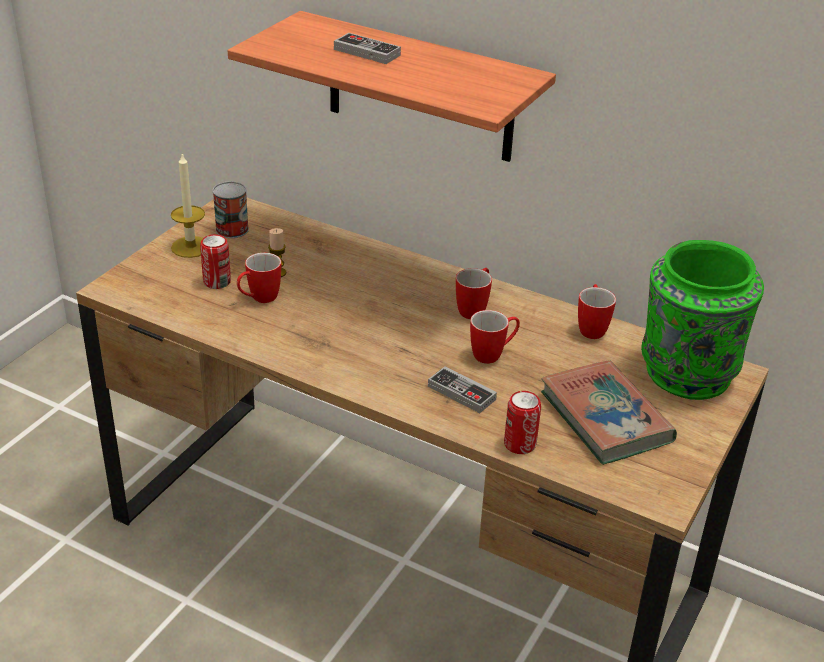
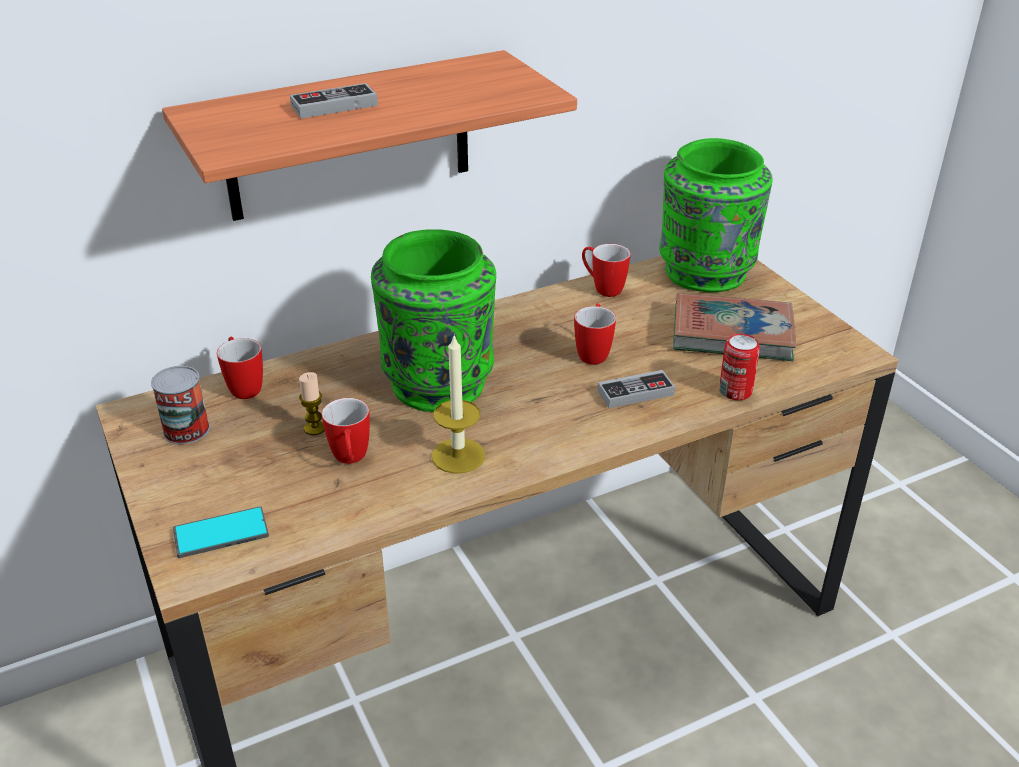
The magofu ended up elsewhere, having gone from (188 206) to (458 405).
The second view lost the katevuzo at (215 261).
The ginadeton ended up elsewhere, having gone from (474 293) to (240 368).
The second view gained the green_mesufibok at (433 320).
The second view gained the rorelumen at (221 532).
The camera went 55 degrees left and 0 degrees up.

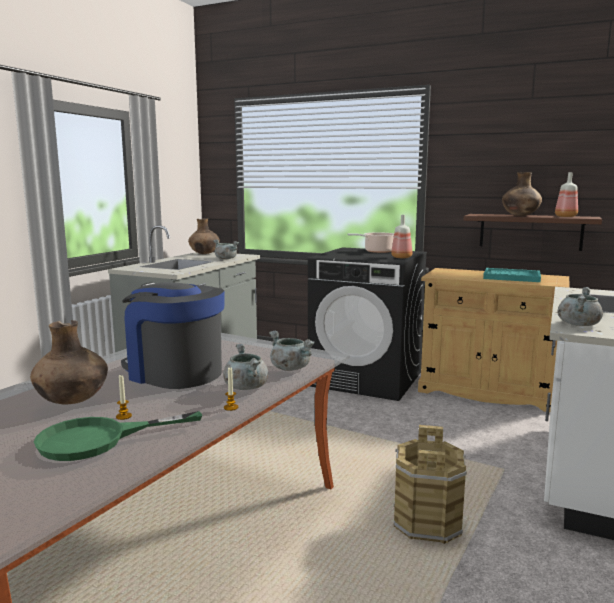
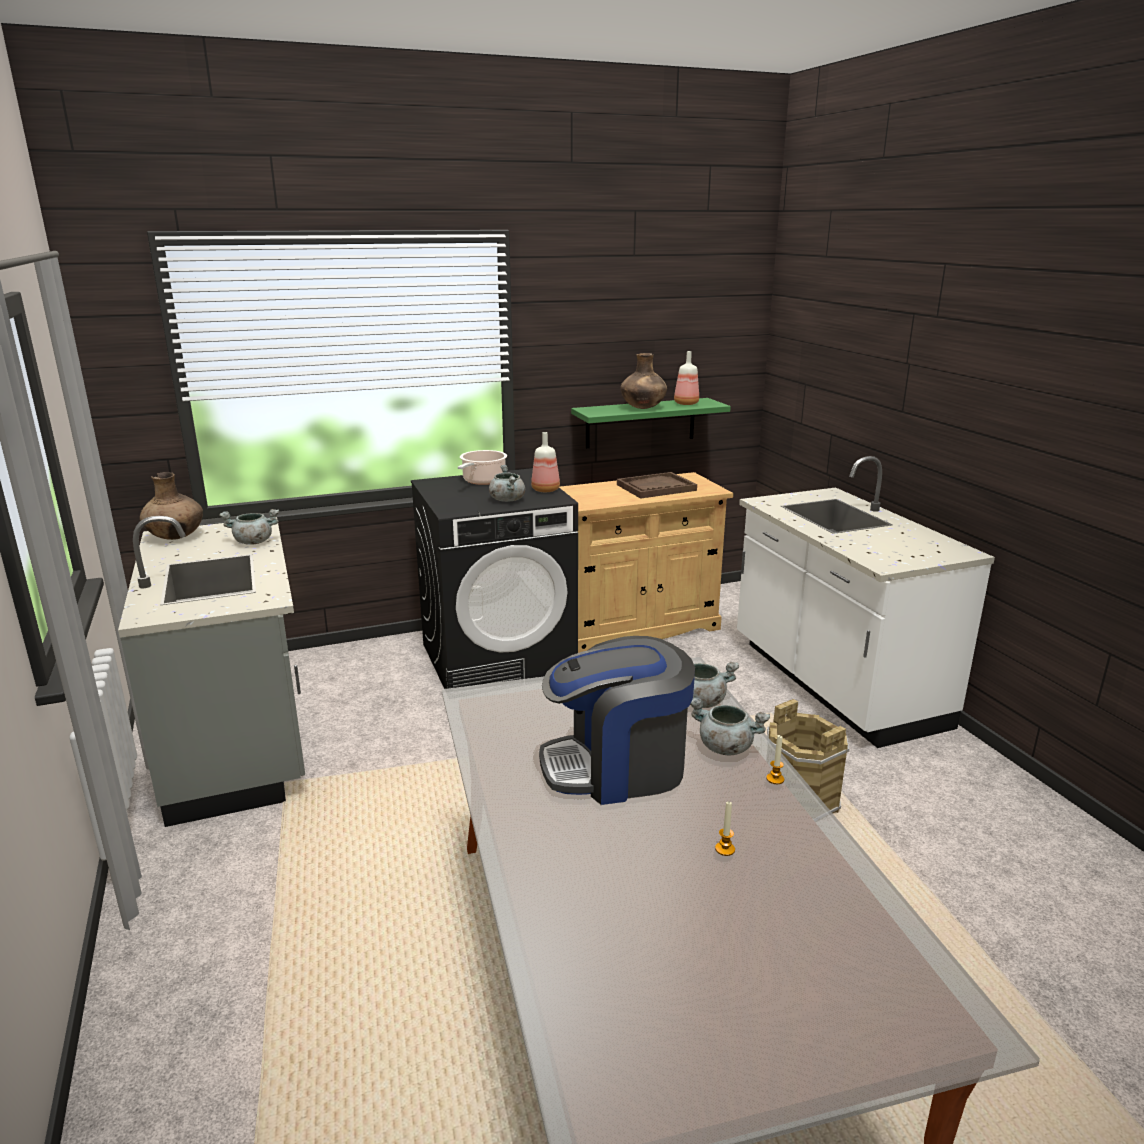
What was the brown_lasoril at (533 232) turned into the green_lasoril at (651 423).
What was the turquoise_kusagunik at (512 275) turned into the brown_kusagunik at (657 485).
The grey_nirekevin ended up elsewhere, having gone from (580 306) to (507 483).
The second view lost the brown_mesufibok at (69 362).
The second view lost the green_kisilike at (118 436).
The camera went 45 degrees left and 10 degrees up.

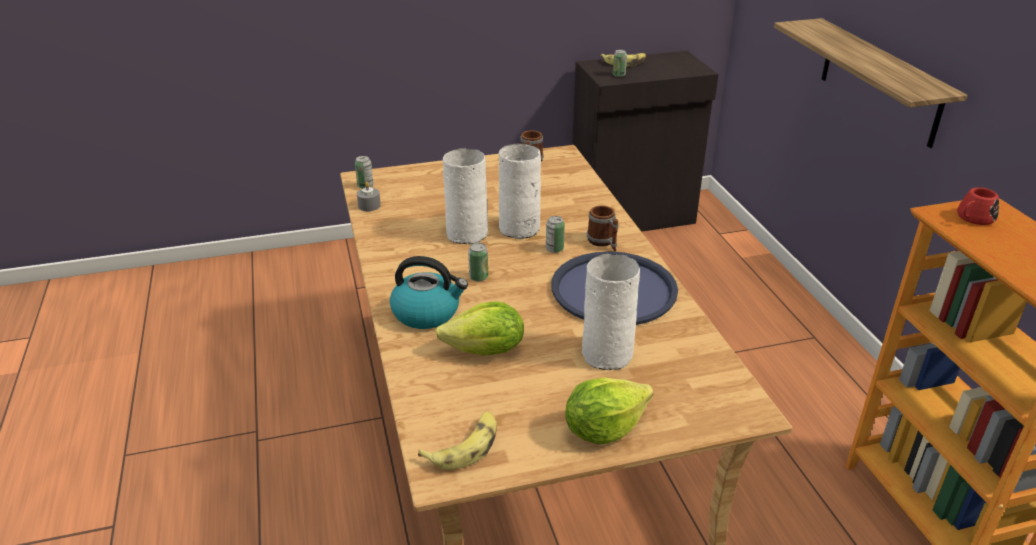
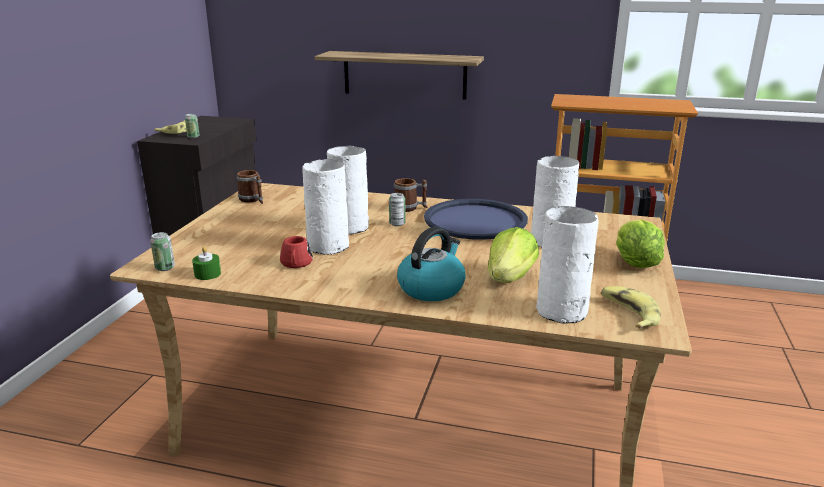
What was the grey_magofu at (369 196) turned into the green_magofu at (206 263).
The red_ginadeton ended up elsewhere, having gone from (978 206) to (296 252).
The second view lost the katevuzo at (478 262).
The second view gained the white_mesufibok at (567 265).
The camera went 60 degrees left and 10 degrees down.

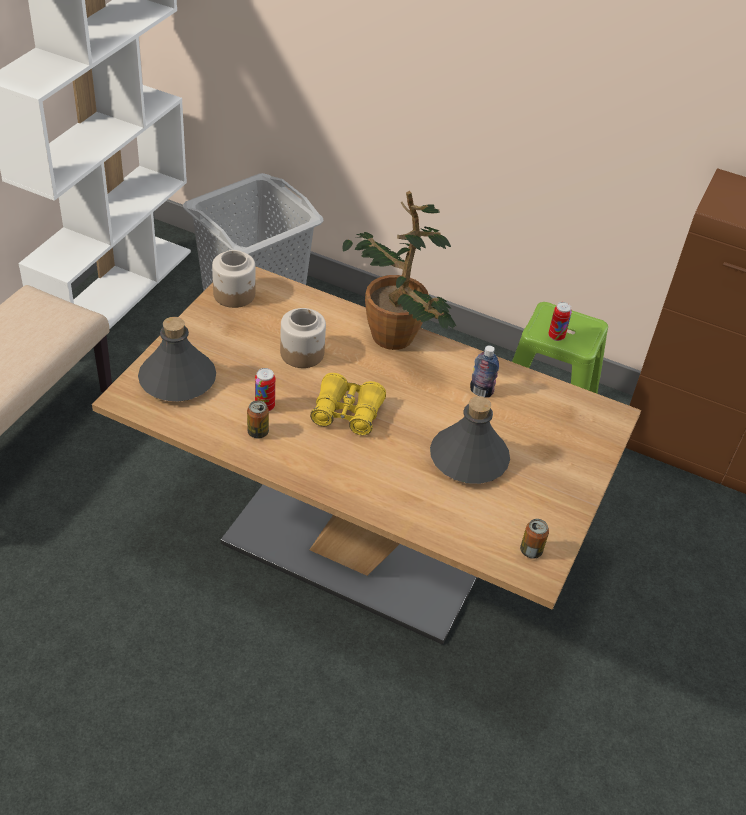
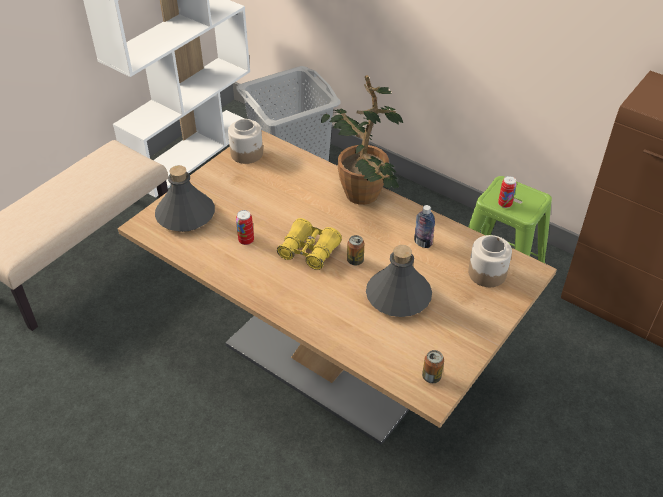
The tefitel ended up elsewhere, having gone from (303 338) to (490 261).
The katevuzo ended up elsewhere, having gone from (258 419) to (355 250).
The camera went 15 degrees right and 0 degrees up.

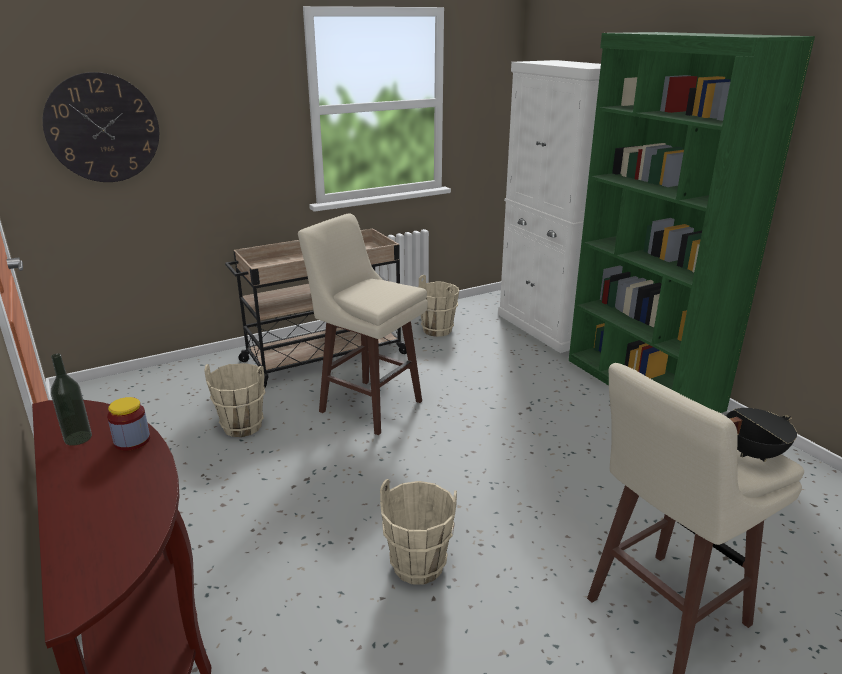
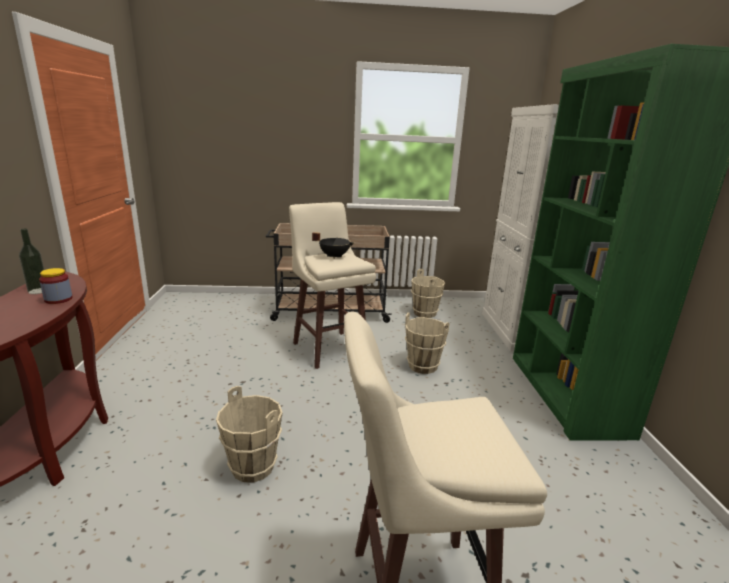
The second view lost the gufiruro at (101 127).
The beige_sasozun ended up elsewhere, having gone from (234 400) to (427 343).
The black_nirekevin ended up elsewhere, having gone from (761 435) to (333 245).
The camera went 25 degrees right and 5 degrees down.

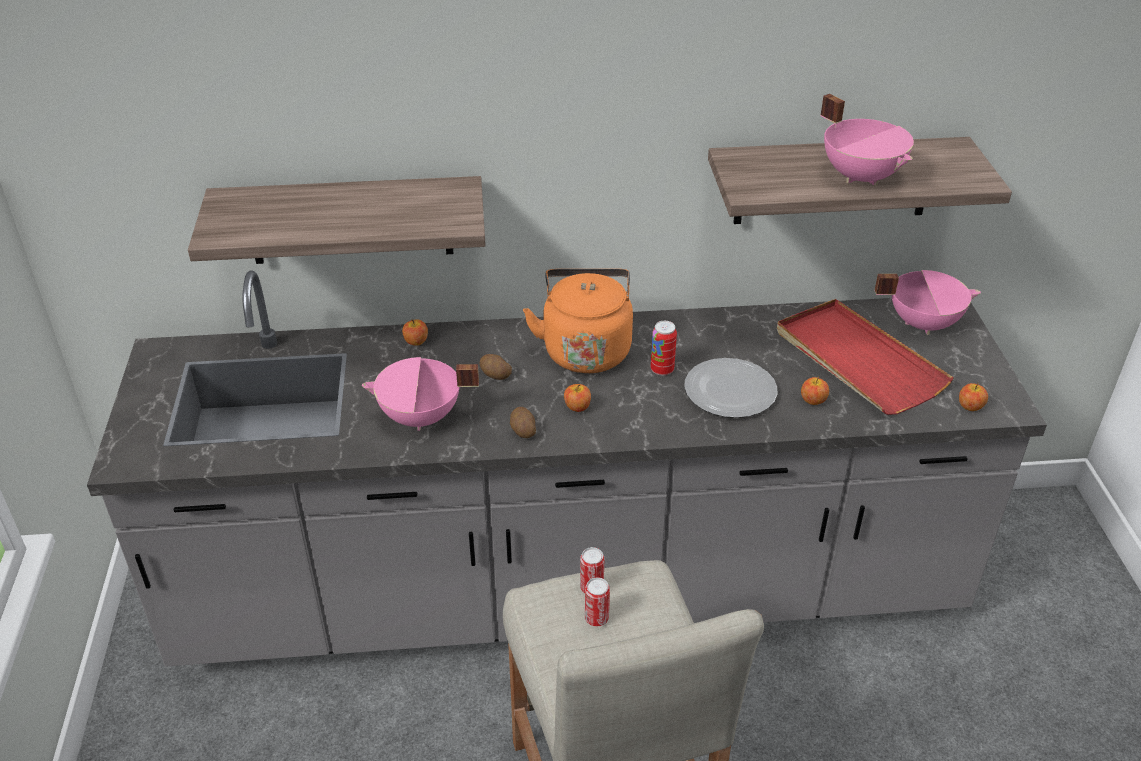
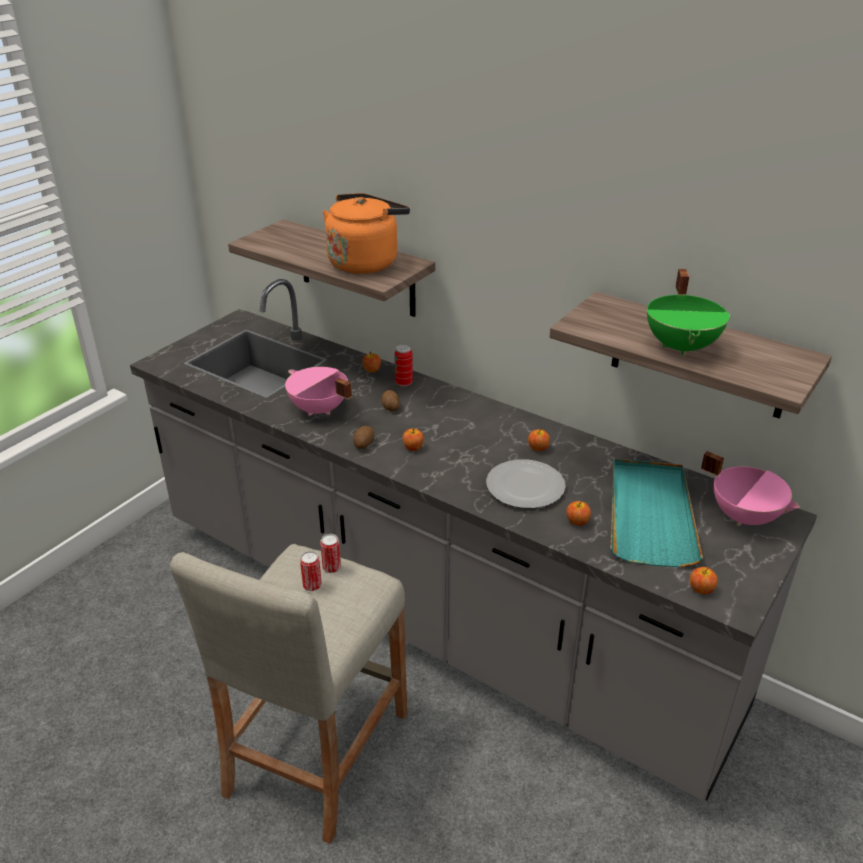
What was the pink_nirekevin at (867 140) turned into the green_nirekevin at (688 312).
The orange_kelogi ended up elsewhere, having gone from (578 321) to (366 233).
What was the red_kusagunik at (865 357) turned into the turquoise_kusagunik at (657 513).
The katevuzo ended up elsewhere, having gone from (664 348) to (404 365).
The second view gained the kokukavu at (539 439).
The camera went 40 degrees right and 5 degrees down.

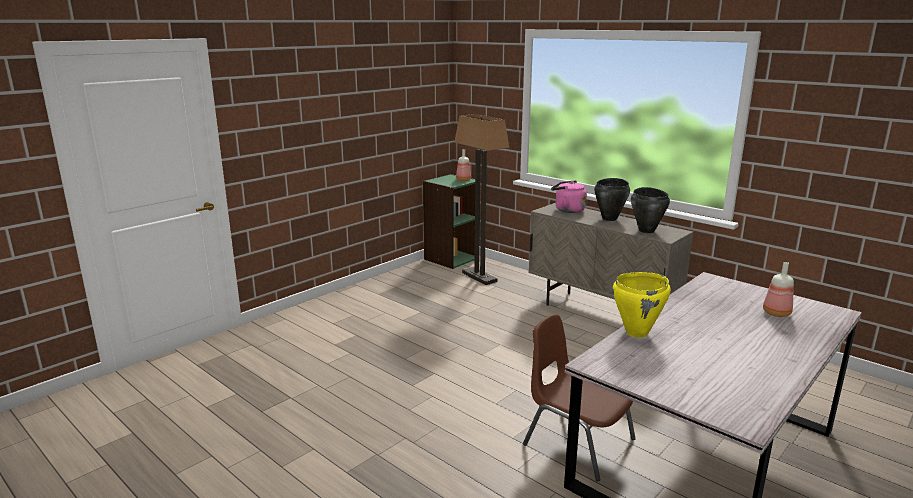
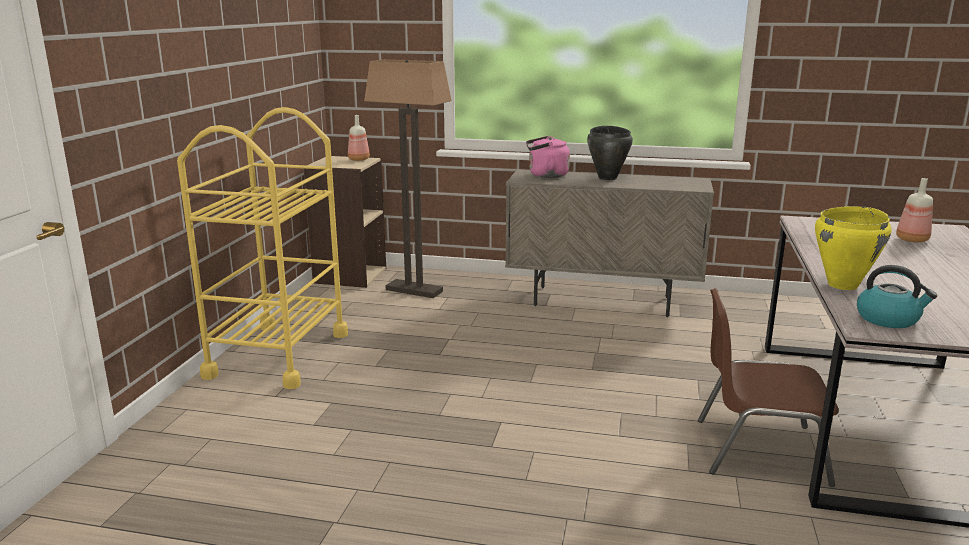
What was the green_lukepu at (451 221) turned into the beige_lukepu at (344 221).
The second view lost the black_nirekevin at (650 210).
The second view gained the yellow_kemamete at (262 248).
The second view gained the kelogi at (897 296).
The camera went 30 degrees left and 0 degrees up.

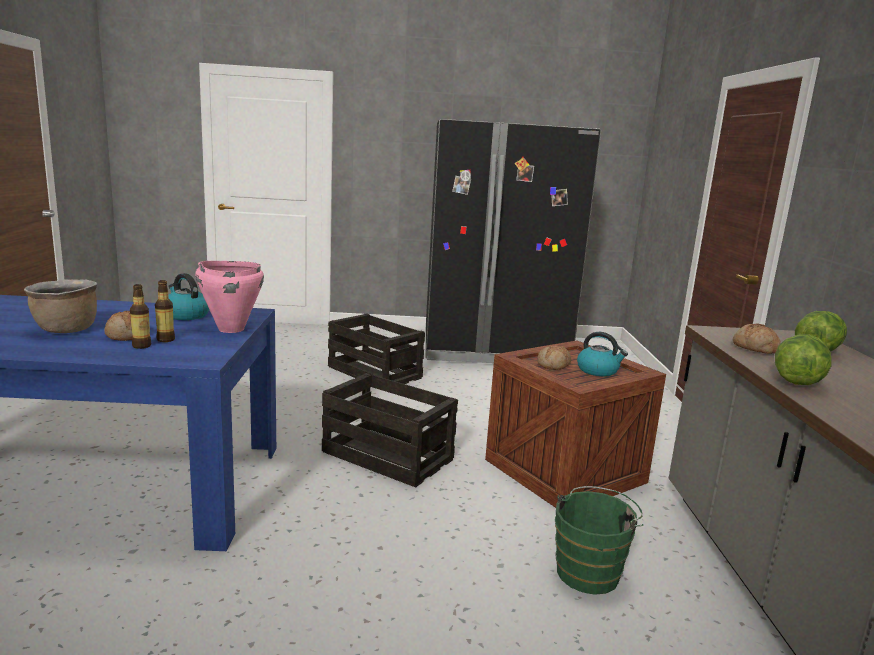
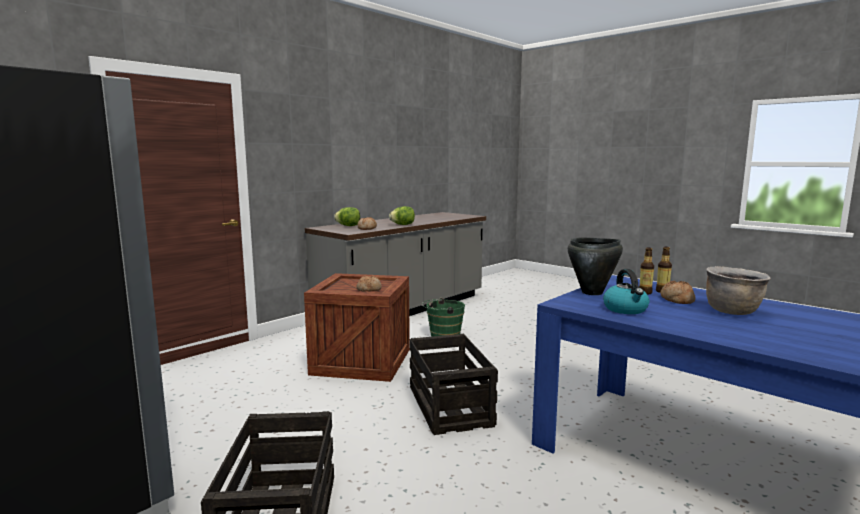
What was the pink_nirekevin at (229 297) turned into the black_nirekevin at (595 266).
The second view lost the kelogi at (602 354).
The camera went 135 degrees left and 5 degrees down.

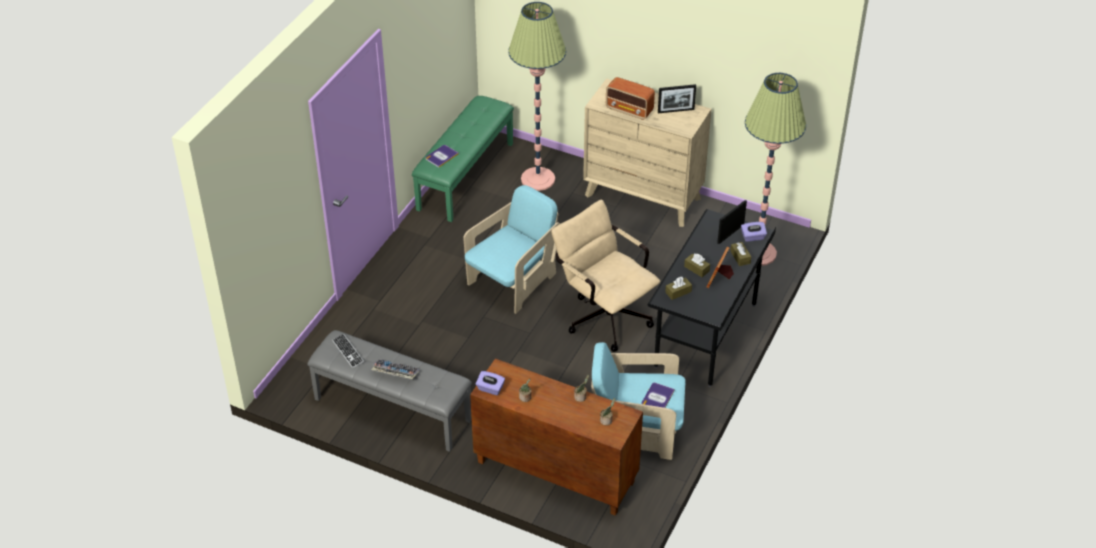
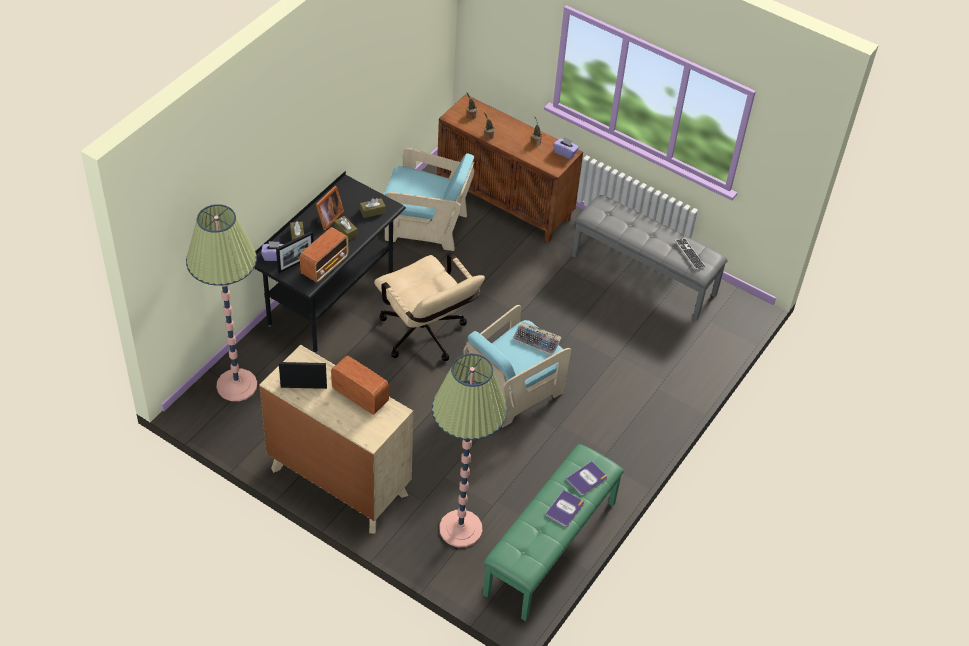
The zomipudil ended up elsewhere, having gone from (395 369) to (537 338).
The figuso ended up elsewhere, having gone from (658 395) to (564 508).
The second view gained the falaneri at (324 254).
The camera went 175 degrees left and 5 degrees up.

